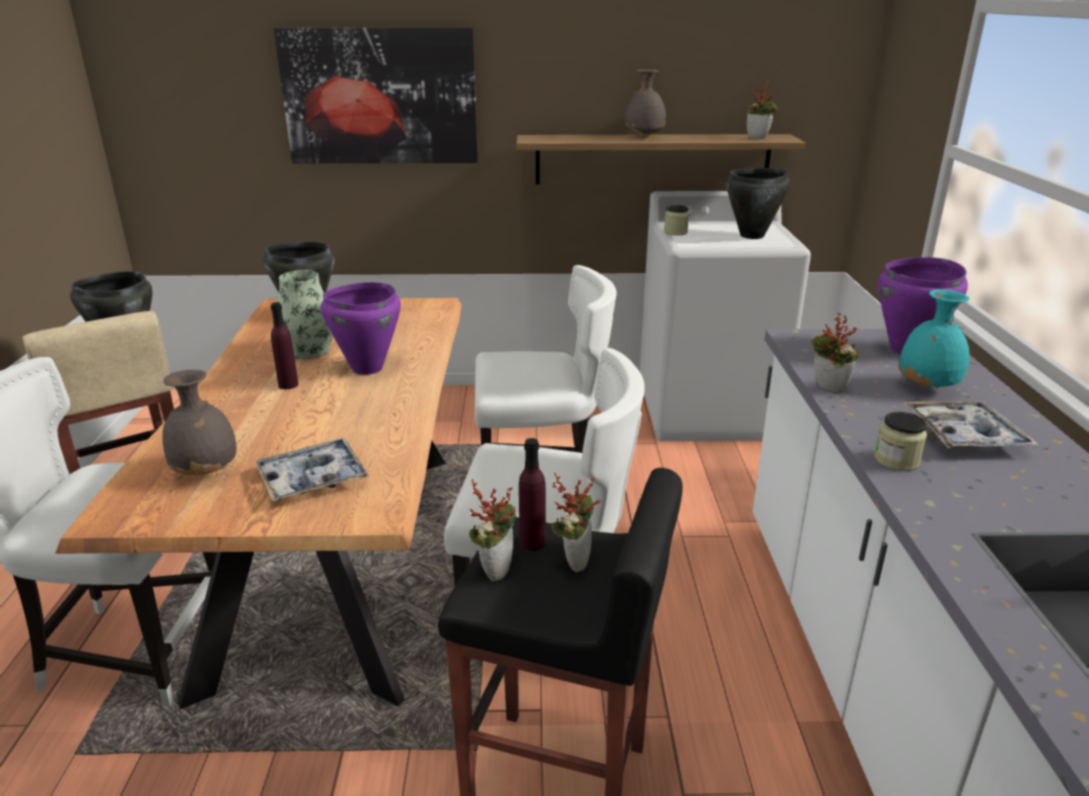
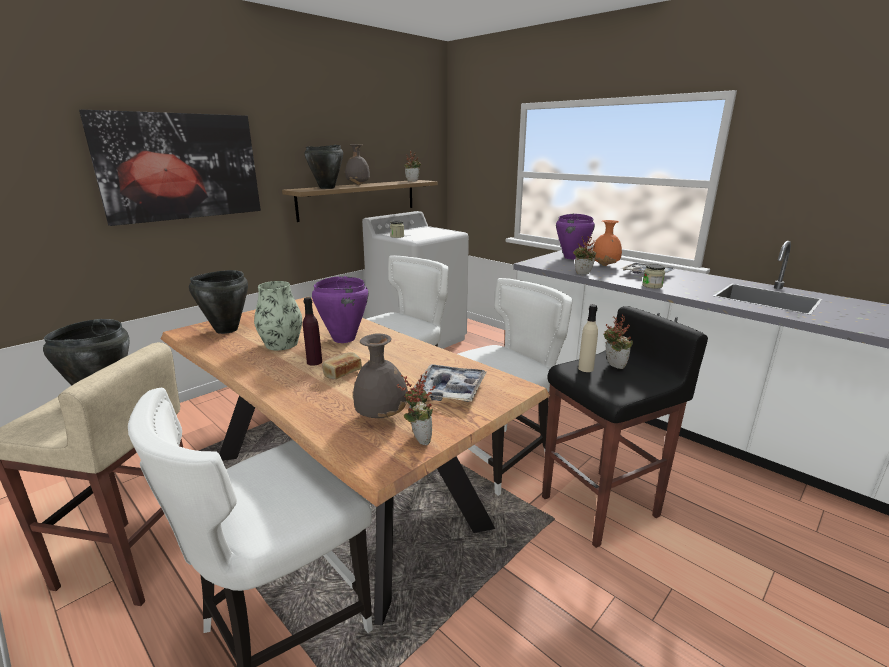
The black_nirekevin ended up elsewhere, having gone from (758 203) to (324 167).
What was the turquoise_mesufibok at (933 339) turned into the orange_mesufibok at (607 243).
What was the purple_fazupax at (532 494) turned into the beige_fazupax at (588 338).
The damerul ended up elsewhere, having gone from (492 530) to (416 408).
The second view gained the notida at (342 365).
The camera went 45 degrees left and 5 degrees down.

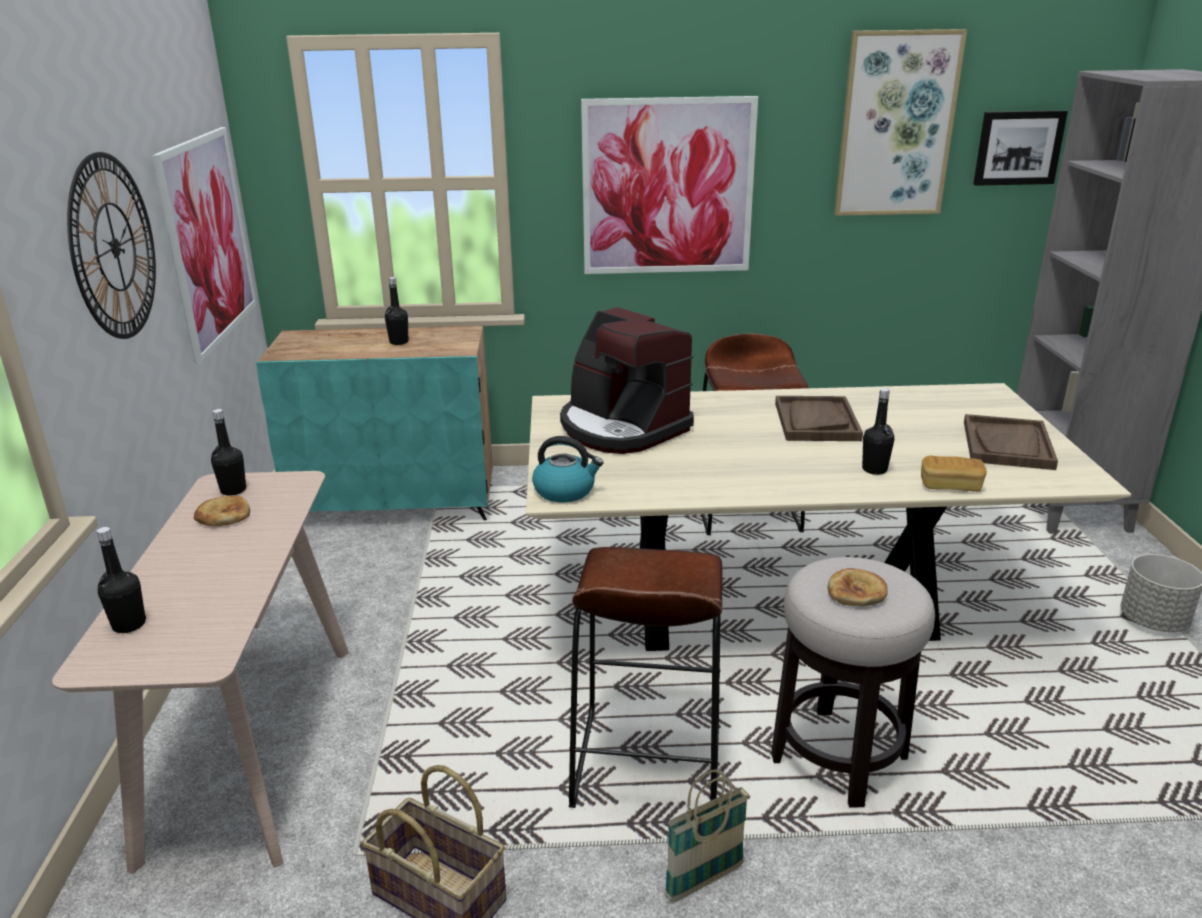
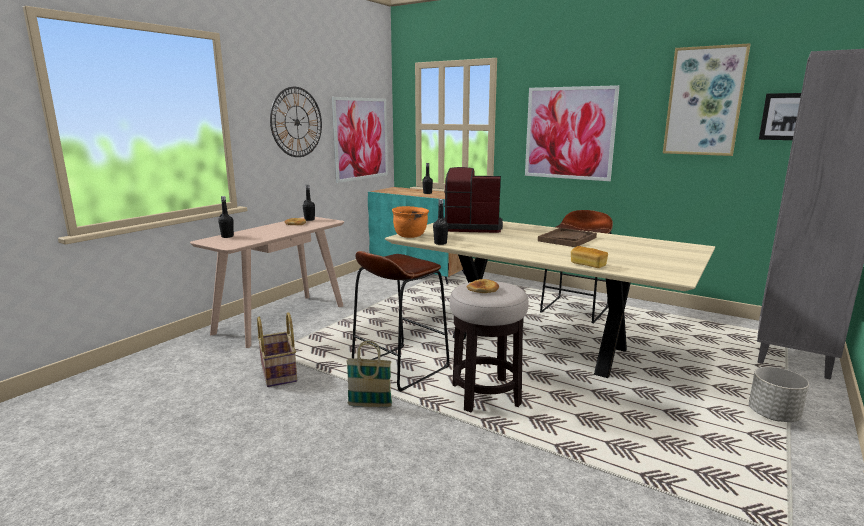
The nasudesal at (627 380) ended up facing another way, 105 degrees clockwise from before.
The black_fazupax ended up elsewhere, having gone from (878 431) to (440 222).
The second view lost the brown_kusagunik at (1011 442).
Where the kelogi stood at (568 469), the orange_nirekevin came to stand at (410 222).
The camera went 35 degrees right and 10 degrees down.

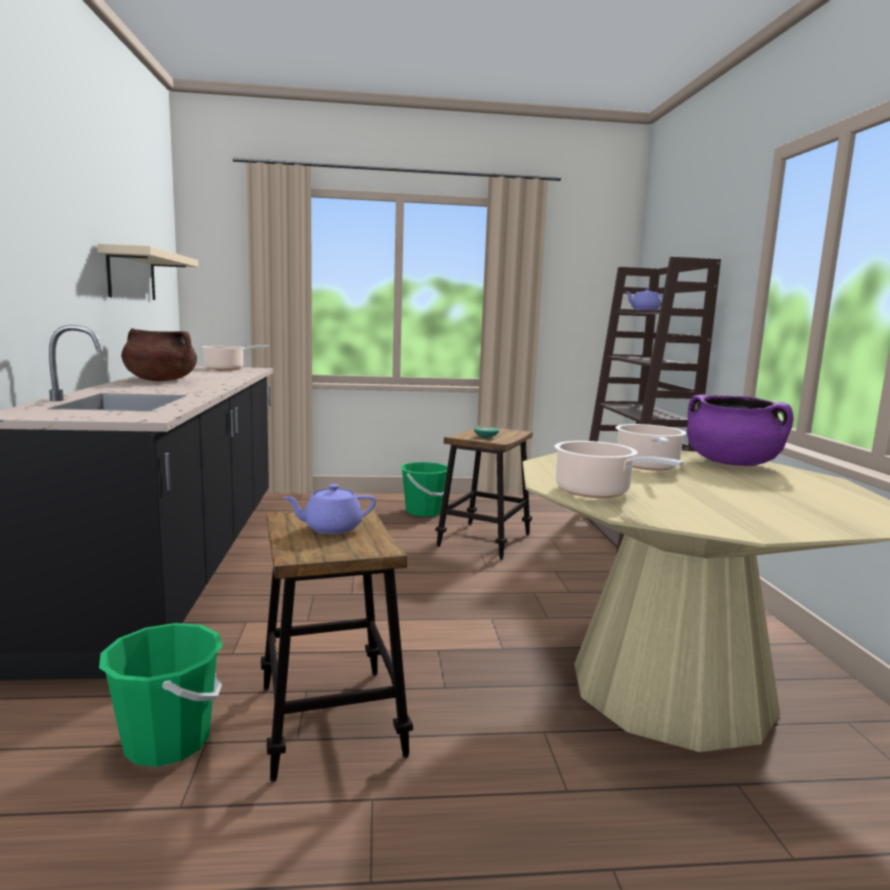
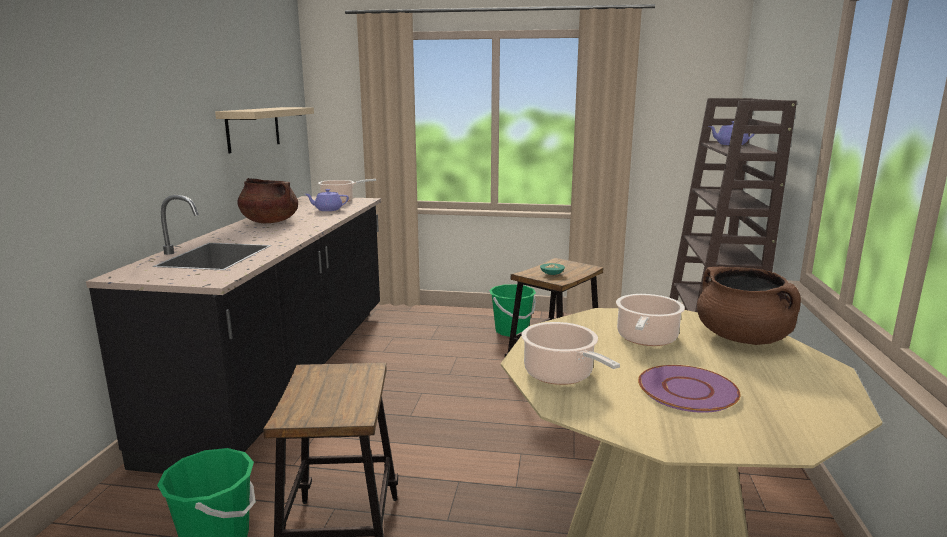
What was the purple_nirekevin at (740 430) turned into the brown_nirekevin at (749 306).
The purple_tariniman ended up elsewhere, having gone from (329 509) to (327 200).
The second view gained the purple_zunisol at (689 389).
The camera went 15 degrees right and 5 degrees up.

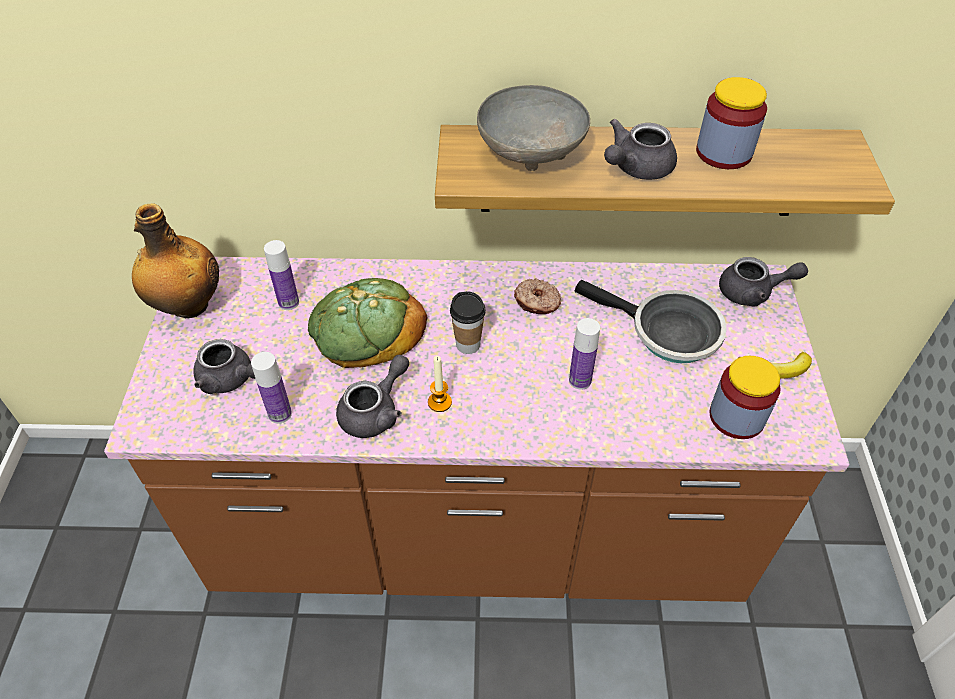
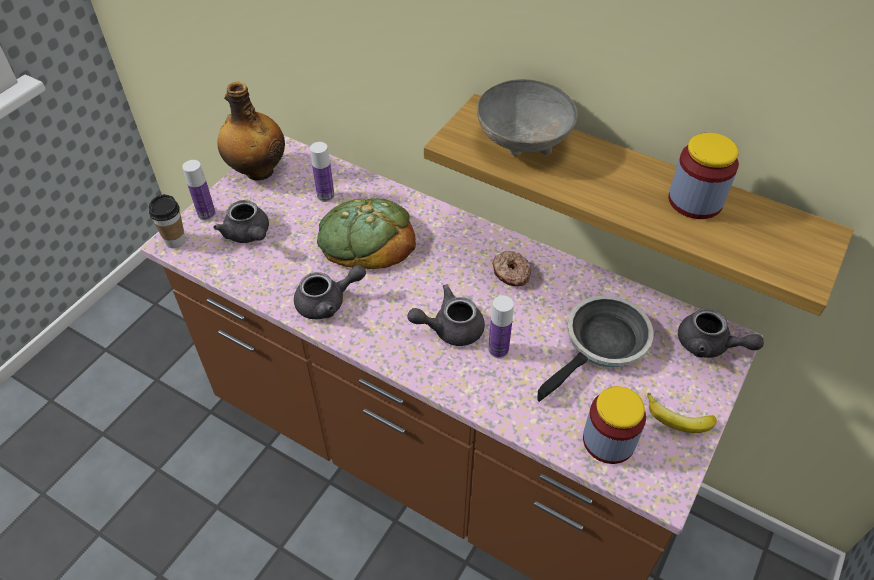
The grey_tariniman ended up elsewhere, having gone from (640 149) to (446 315).
The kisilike at (650 321) ended up facing another way, 105 degrees counterclockwise from before.
The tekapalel ended up elsewhere, having gone from (468 322) to (167 221).
The fazupax ended up elsewhere, having gone from (271 387) to (199 190).
The second view lost the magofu at (440 384).
The camera went 30 degrees right and 0 degrees up.

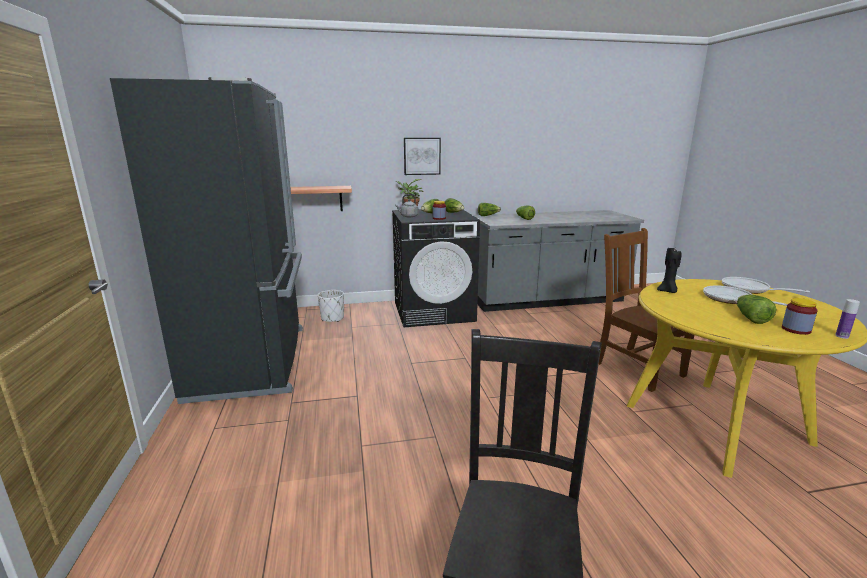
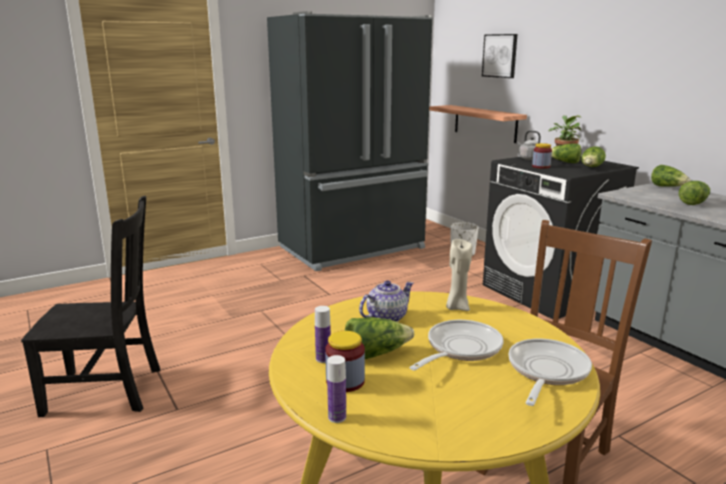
The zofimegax ended up elsewhere, having gone from (422 156) to (499 56).
What was the black_magofu at (669 270) turned into the beige_magofu at (459 275).
The second view gained the tariniman at (386 301).
The second view gained the fazupax at (323 334).
The camera went 70 degrees right and 0 degrees up.

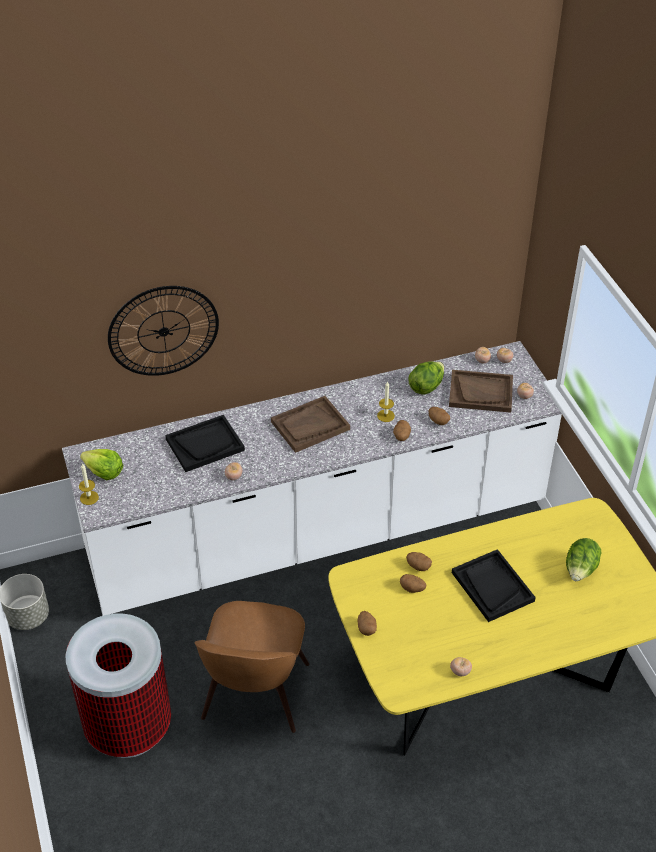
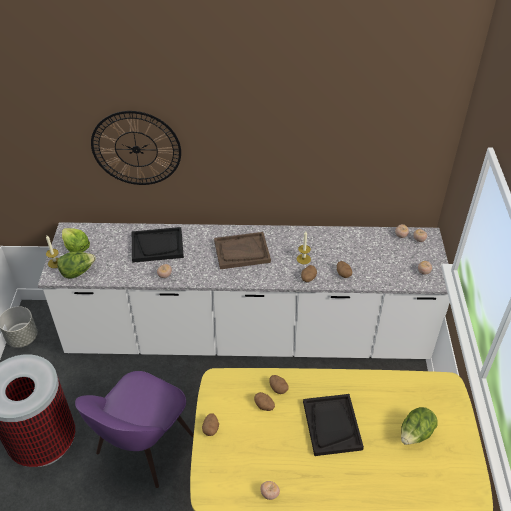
The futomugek ended up elsewhere, having gone from (426 378) to (76 265).
The second view lost the brown_kusagunik at (481 391).
What was the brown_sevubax at (252 667) turned into the purple_sevubax at (134 429).
The camera went 20 degrees right and 0 degrees up.

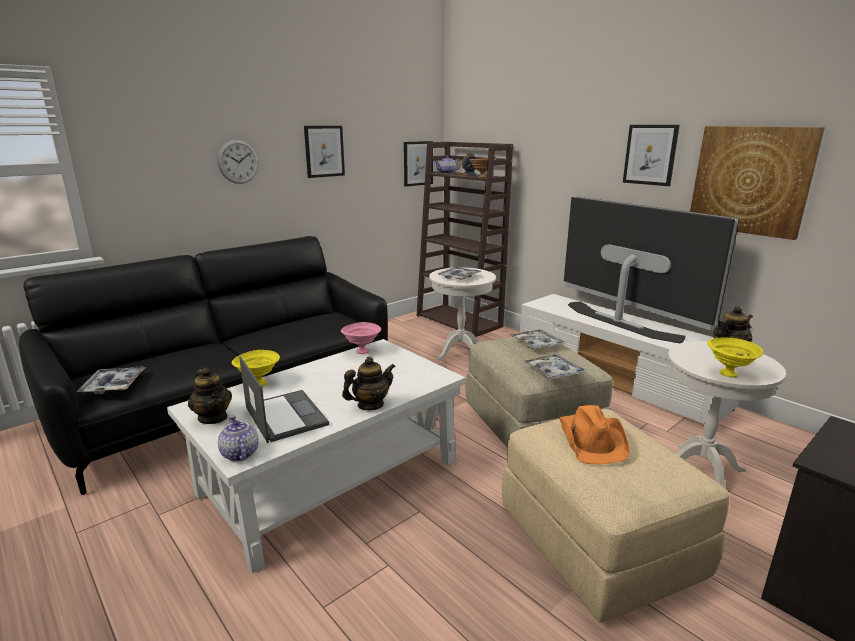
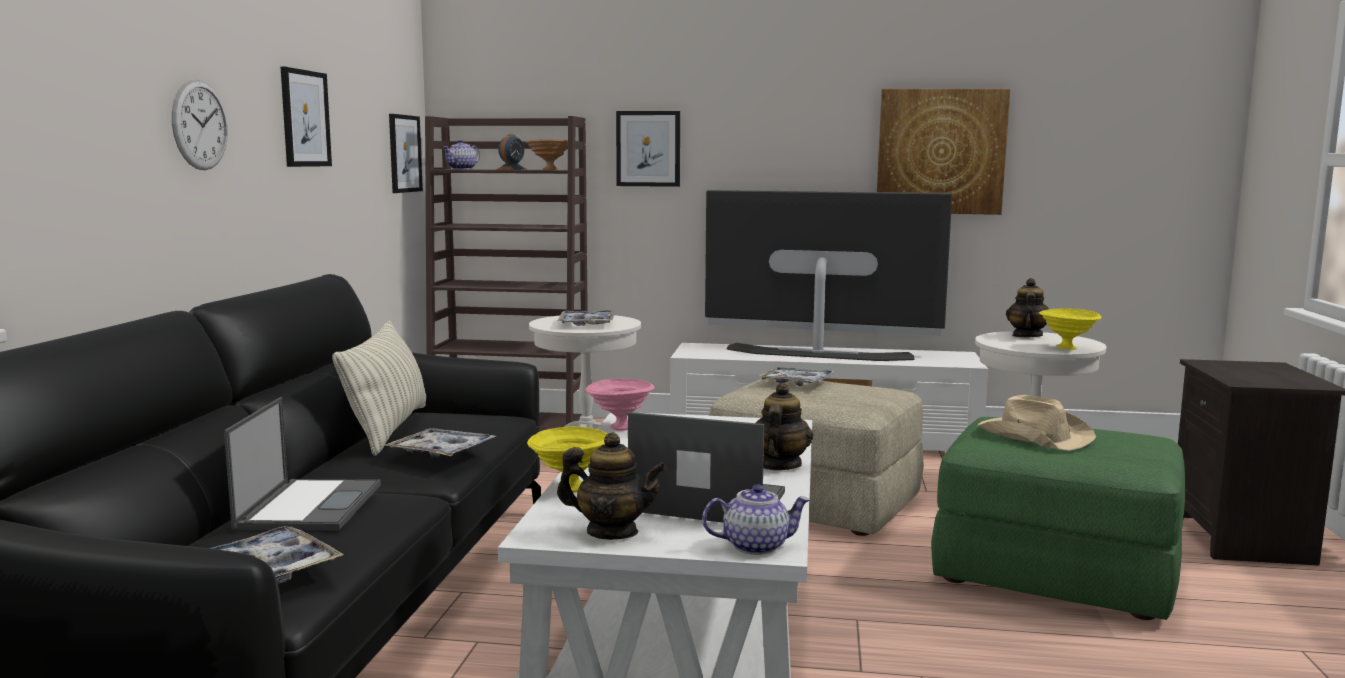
The zofimegax ended up elsewhere, having gone from (651 155) to (648 149).
The kusagunik ended up elsewhere, having gone from (555 367) to (440 443).
What was the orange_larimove at (594 434) turned into the beige_larimove at (1036 423).
What was the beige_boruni at (615 516) turned into the green_boruni at (1058 518).
The tariniman at (238 438) ended up facing another way, 150 degrees clockwise from before.
The second view gained the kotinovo at (379 388).
The second view gained the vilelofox at (302 463).
The camera went 40 degrees left and 10 degrees down.

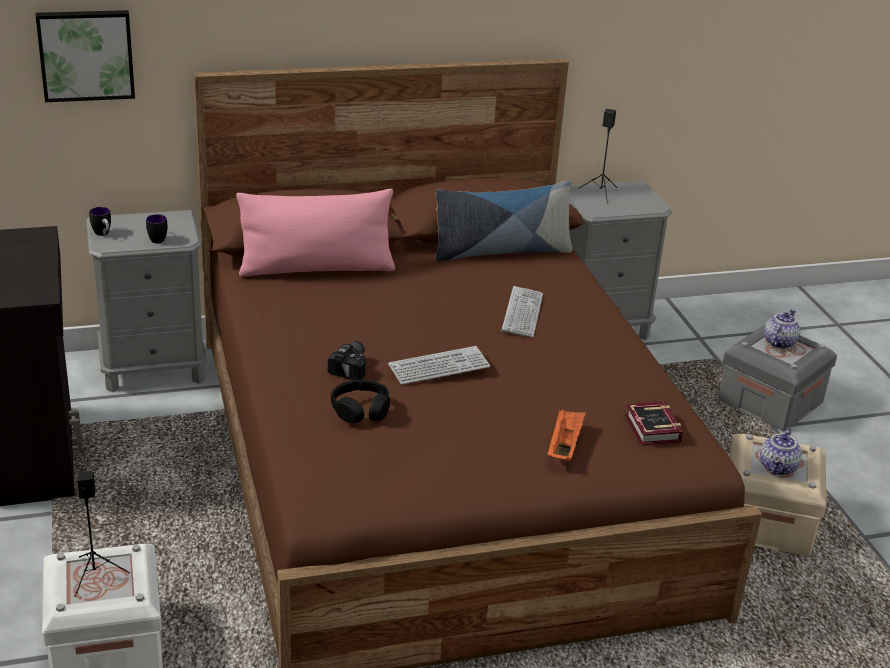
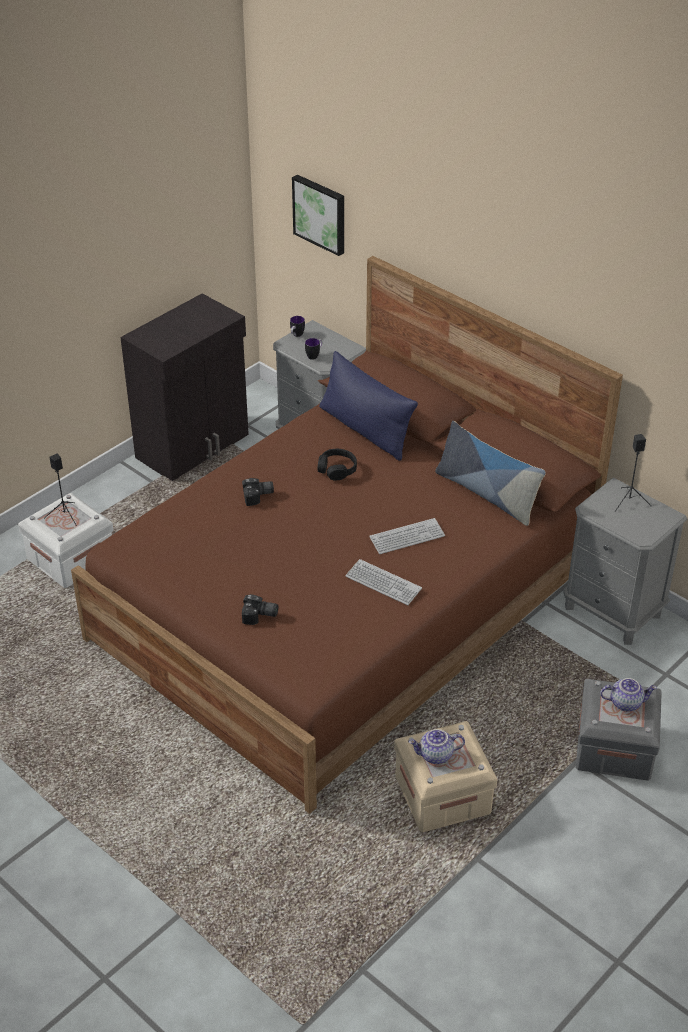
What was the pink_kotinovo at (315 233) turned into the blue_kotinovo at (368 406).
The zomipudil ended up elsewhere, having gone from (439 365) to (384 582).
The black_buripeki ended up elsewhere, having gone from (360 402) to (337 465).
The second view lost the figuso at (654 424).
Where the orange_kusagunik stood at (566 434), the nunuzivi came to stand at (260 609).
The camera went 60 degrees right and 10 degrees up.

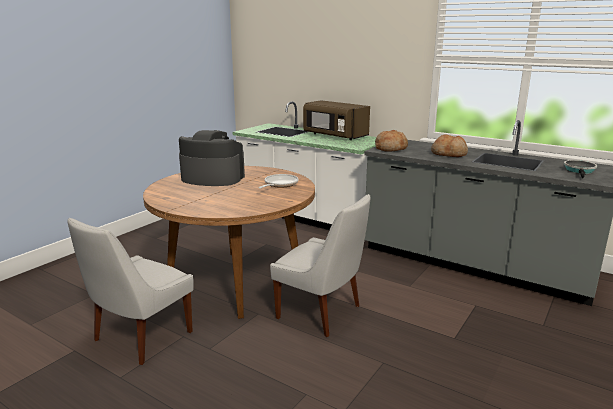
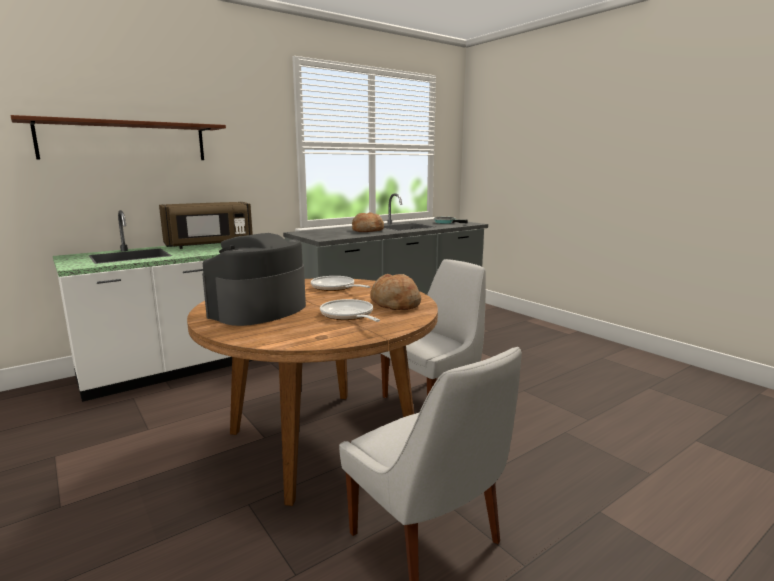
The notida ended up elsewhere, having gone from (391 141) to (395 292).
The second view gained the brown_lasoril at (118 137).
The second view gained the kisilike at (350 310).
The camera went 70 degrees left and 5 degrees down.

